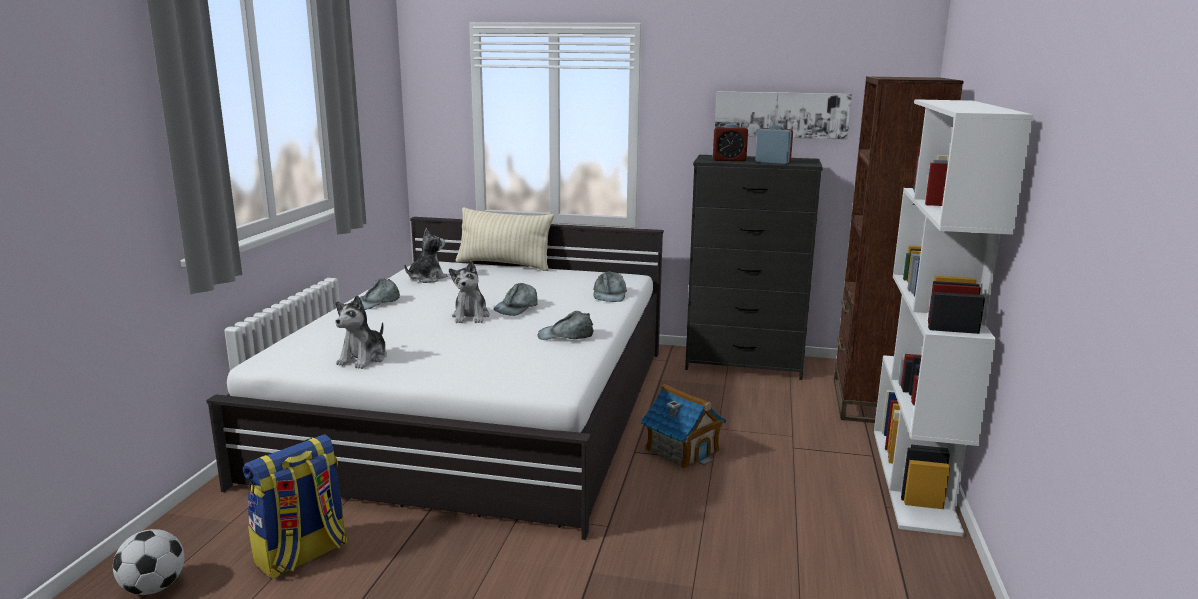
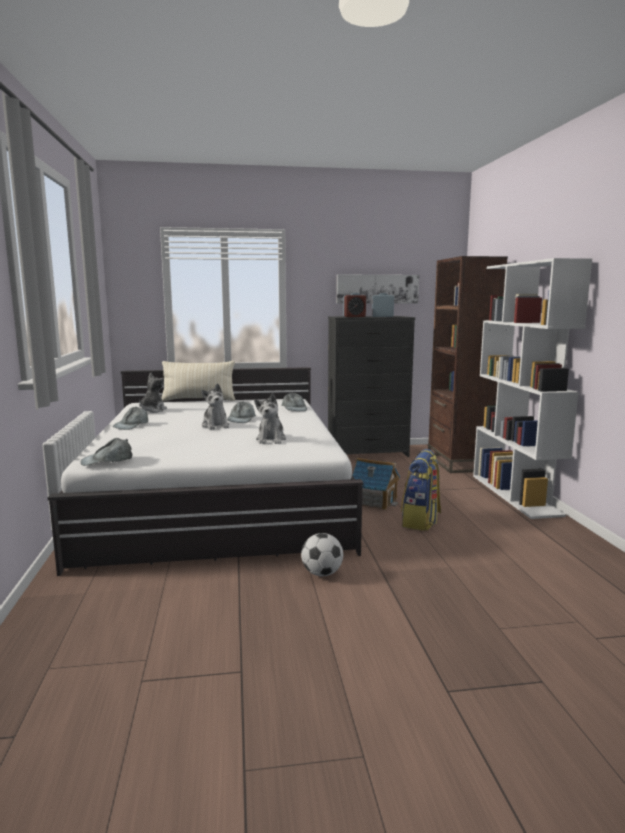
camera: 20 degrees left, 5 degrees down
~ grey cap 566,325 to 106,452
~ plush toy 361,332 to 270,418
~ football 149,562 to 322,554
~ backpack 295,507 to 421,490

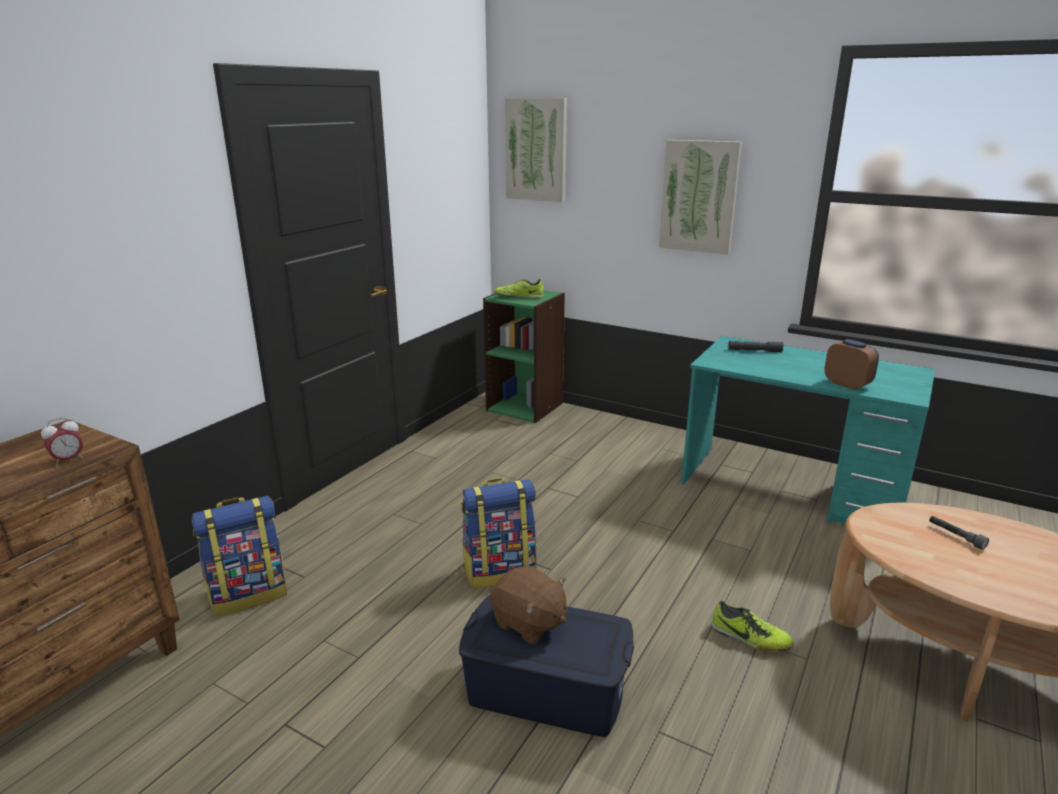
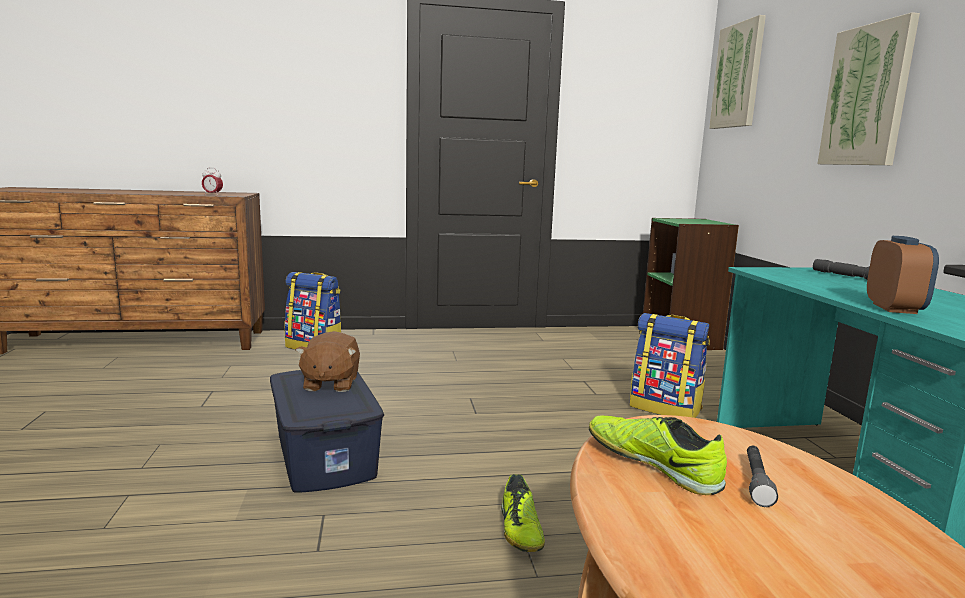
camera: 50 degrees right, 10 degrees down
~ shoe 519,289 to 658,455
~ backpack 499,533 to 670,365

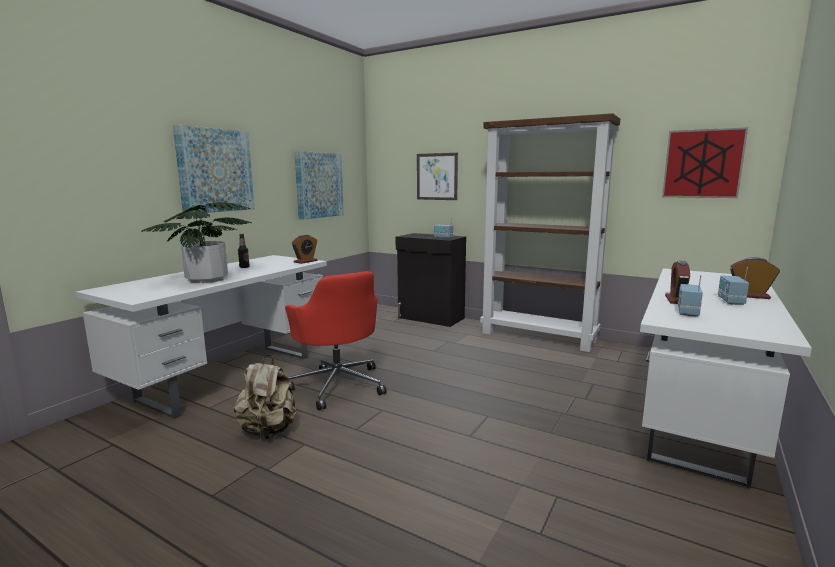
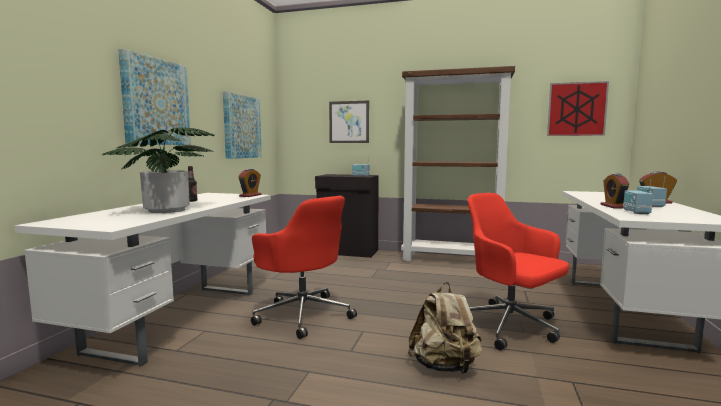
camera: 15 degrees left, 5 degrees down
~ beige backpack 265,397 to 445,328
+ red office chair 518,271

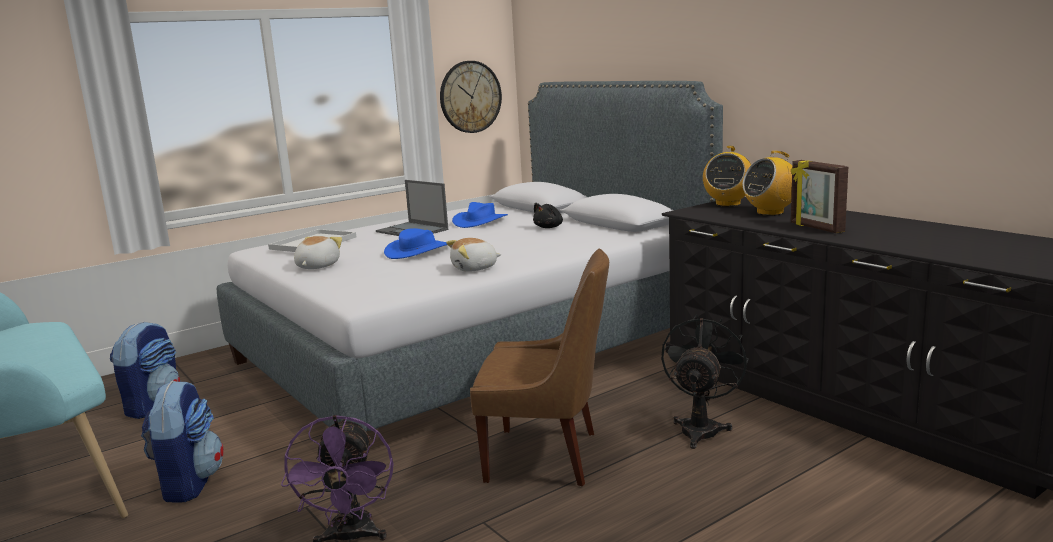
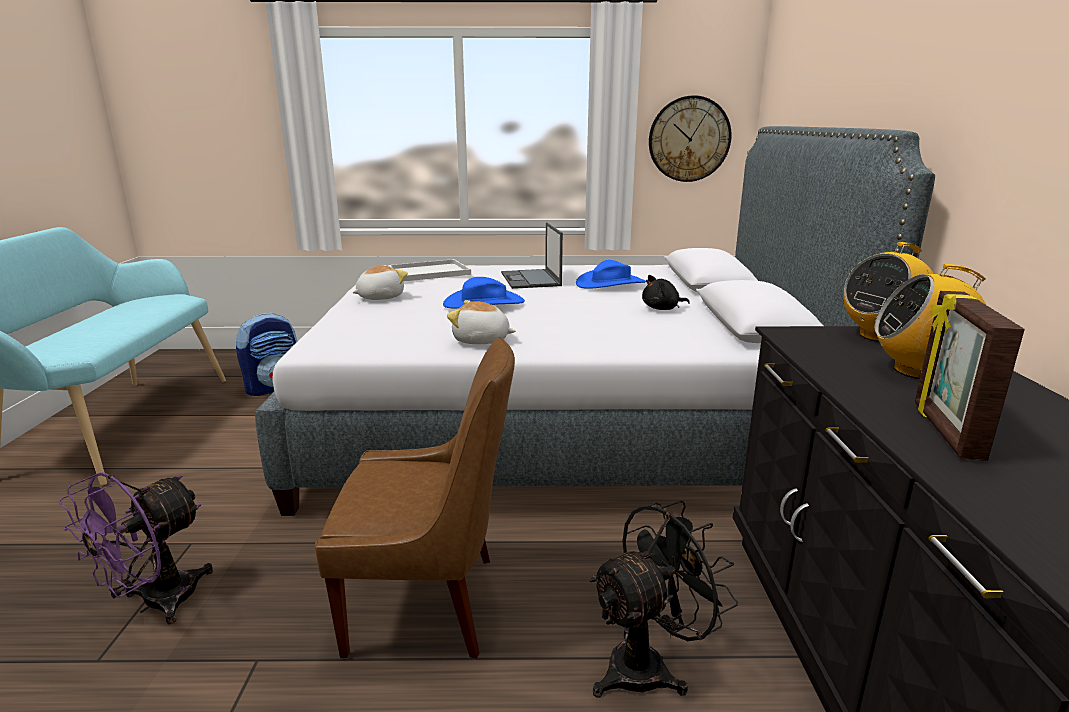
camera: 35 degrees right, 5 degrees up
~ brown chair 539,367 = 415,498 45 degrees counterclockwise
- backpack 182,441

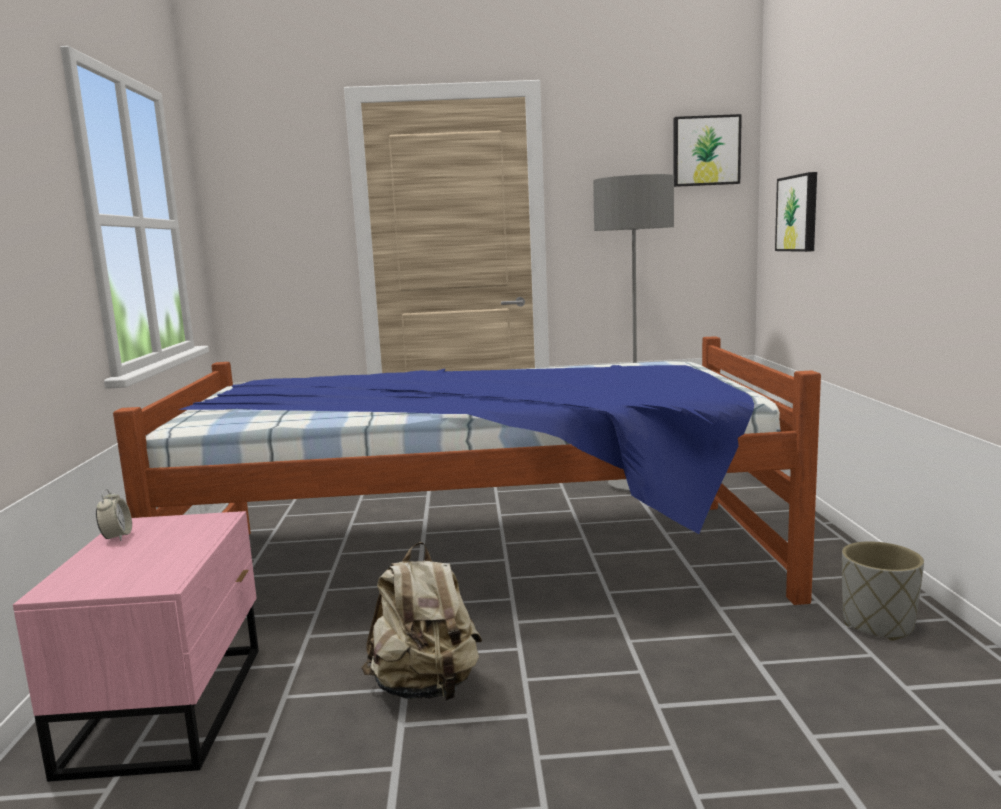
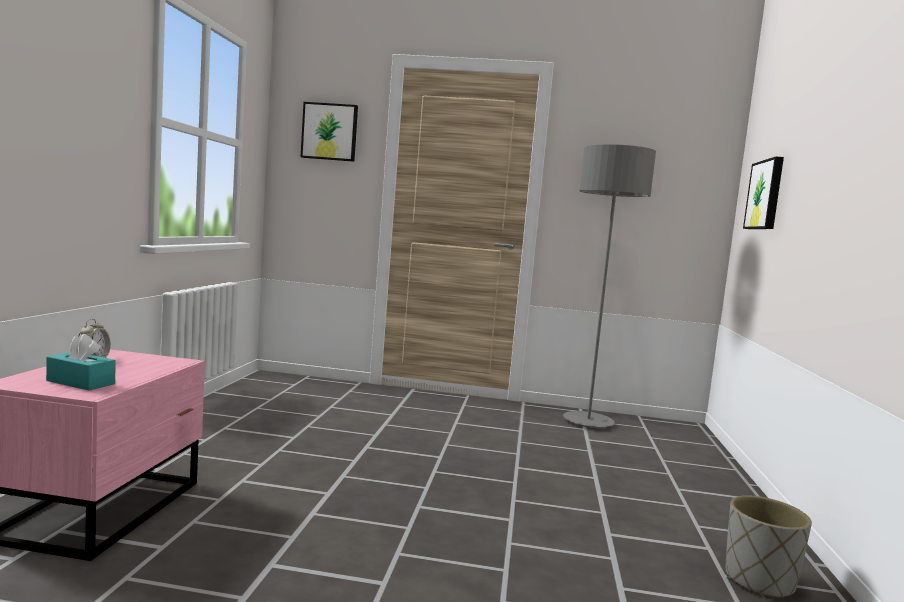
camera: 10 degrees right, 5 degrees down
+ turquoise tissue box 81,362
~ picture 707,150 to 329,132
- bed 467,470
- beige backpack 421,621

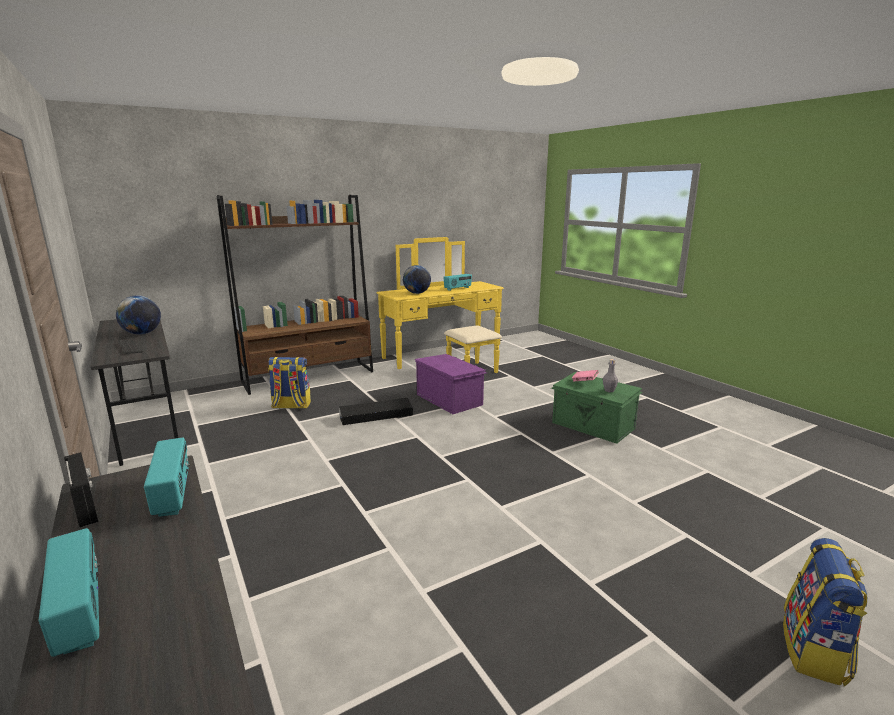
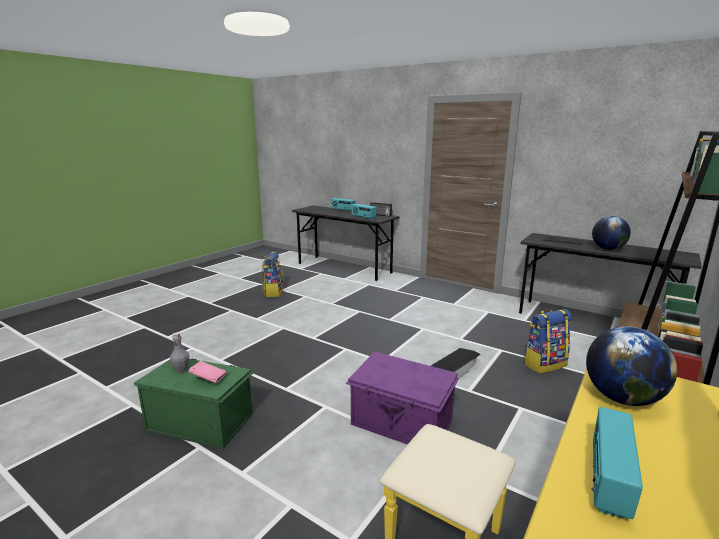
camera: 155 degrees right, 0 degrees up
~ backpack 825,612 to 273,274

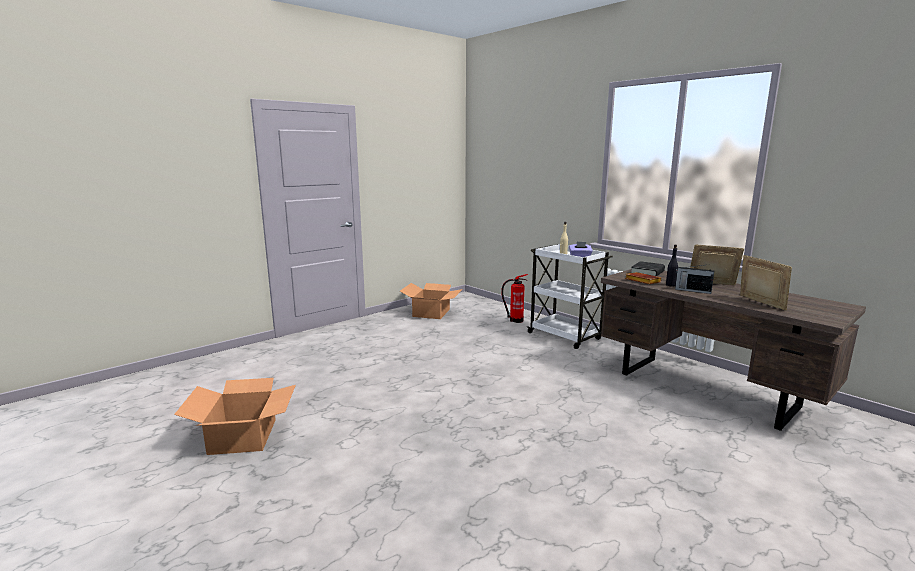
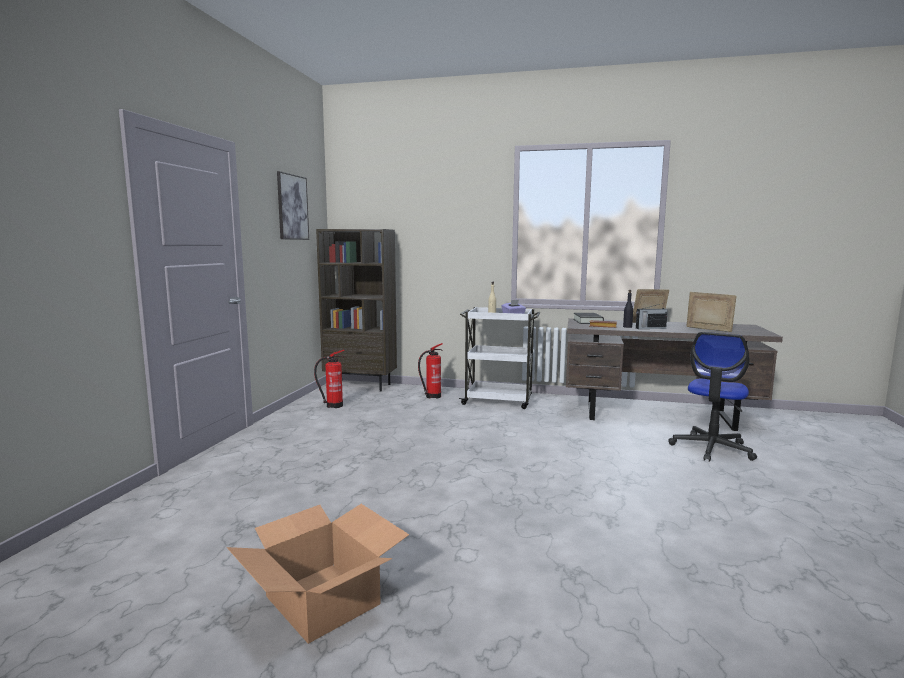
camera: 35 degrees left, 5 degrees down
+ picture 293,205
~ cardboard box 431,301 to fire extinguisher 329,379
+ brown bookcase 356,310
+ office chair 712,397

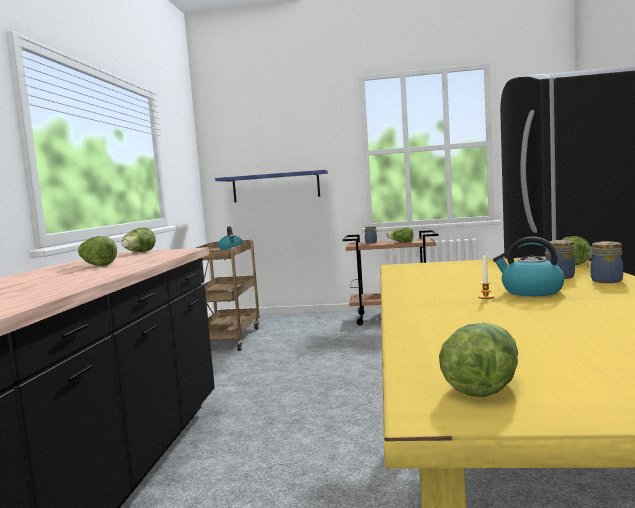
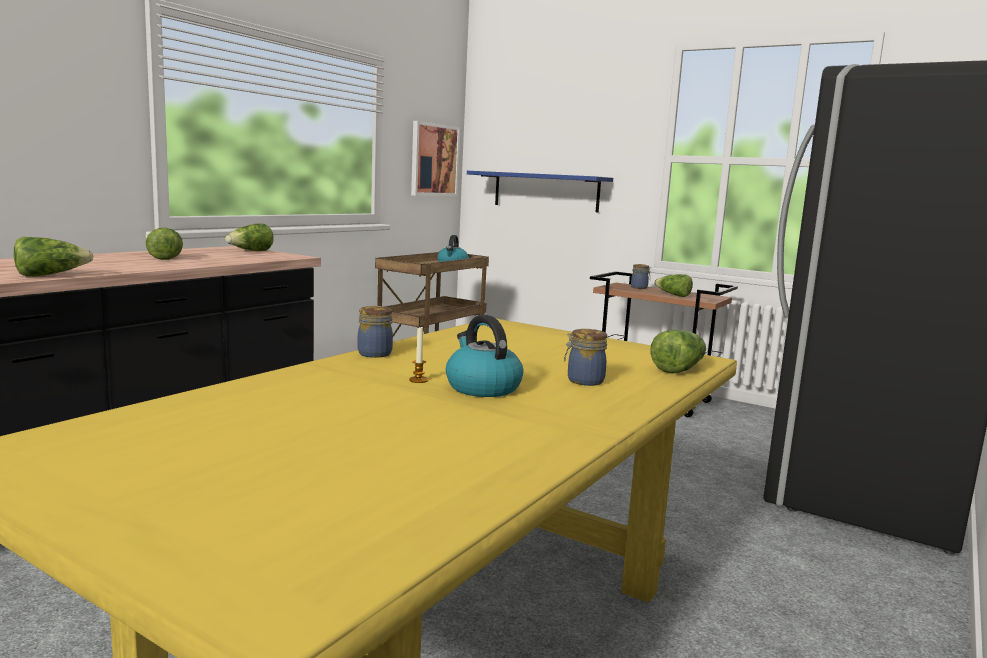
camera: 25 degrees right, 5 degrees up
~ lettuce 478,360 to 53,257
~ jar 605,262 to 375,332
+ picture 435,158

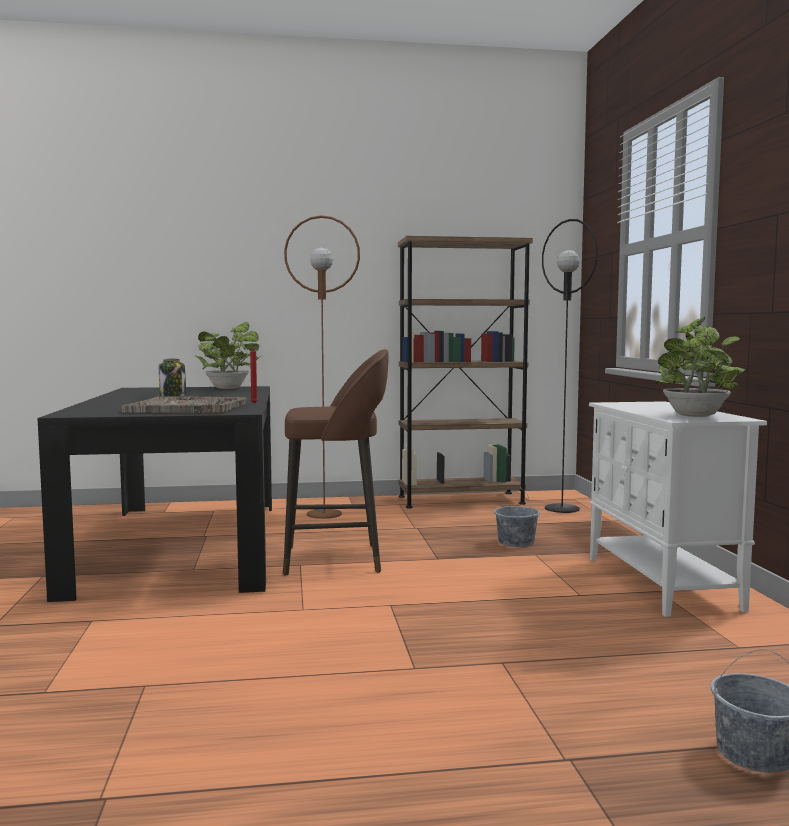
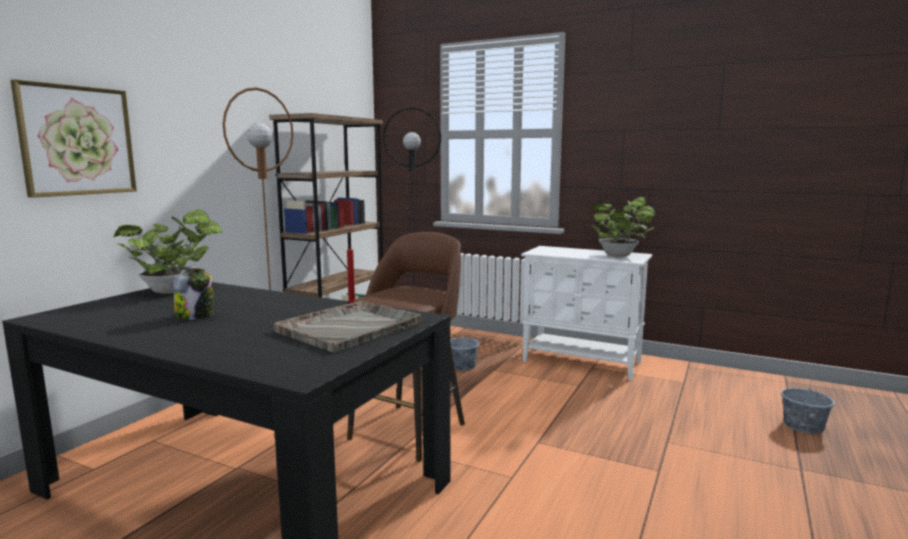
camera: 55 degrees left, 5 degrees up
+ picture 73,138

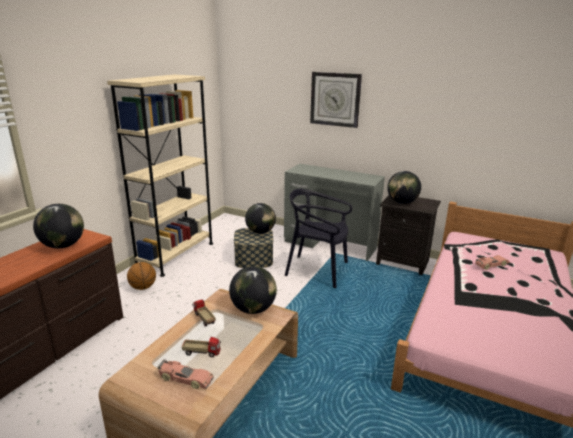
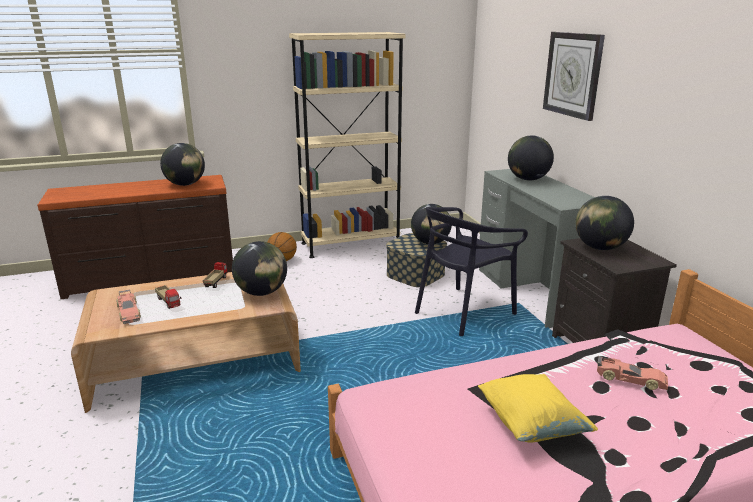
camera: 45 degrees right, 0 degrees up
~ black chair 318,238 = 471,271 105 degrees counterclockwise
+ yellow pillow 538,408
+ globe 531,158

